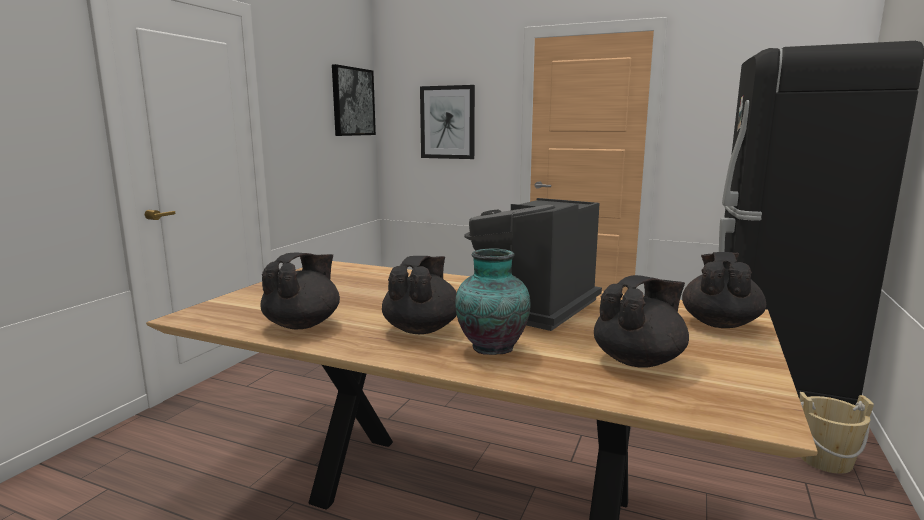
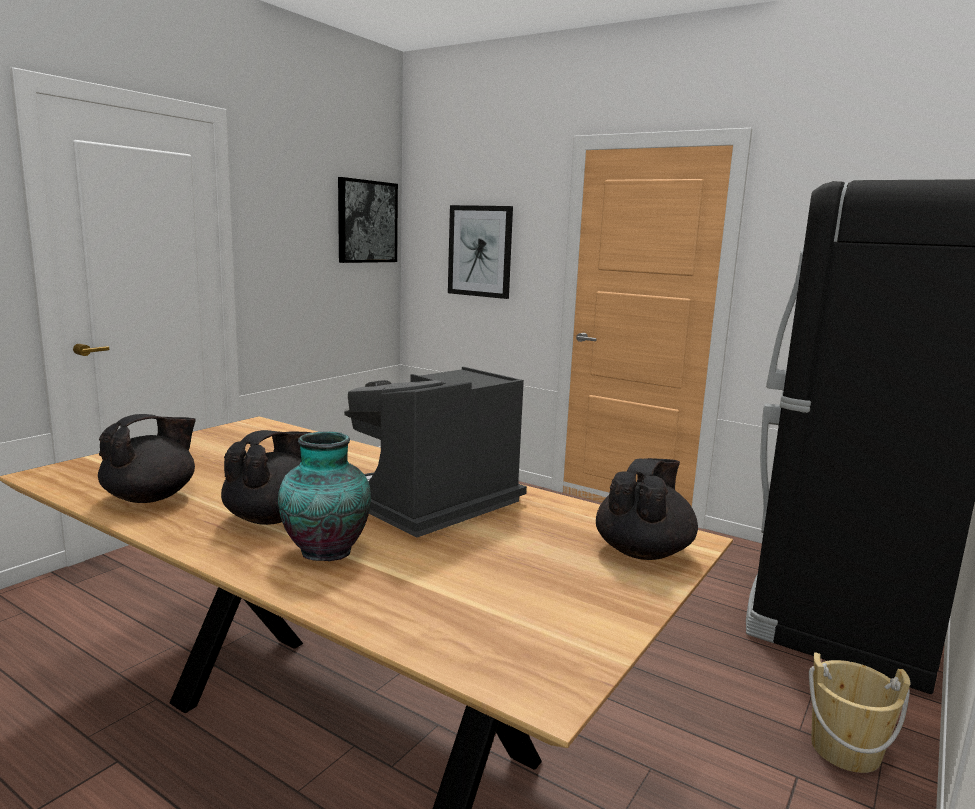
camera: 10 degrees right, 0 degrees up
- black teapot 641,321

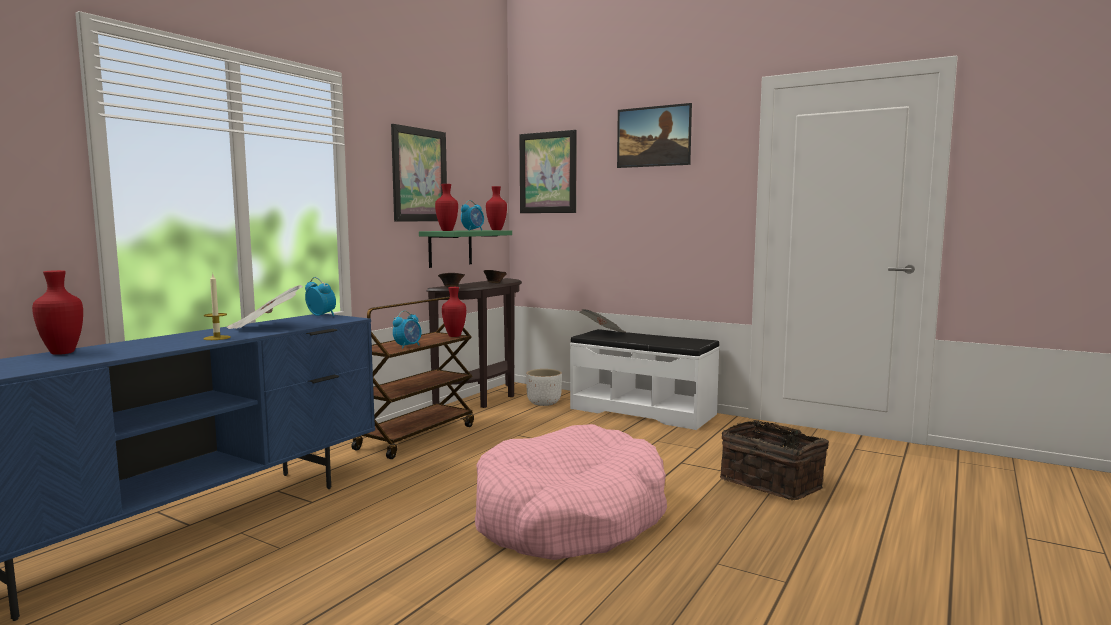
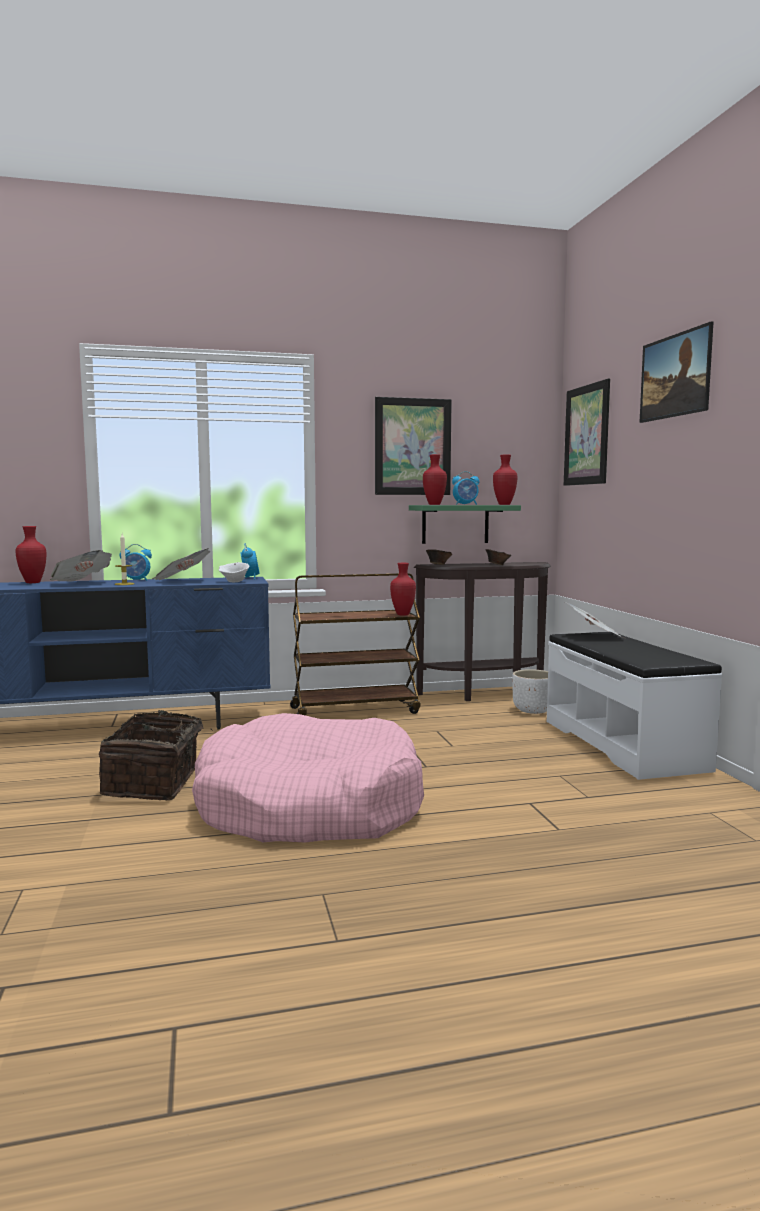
camera: 45 degrees right, 0 degrees up
+ newspaper 81,566
~ basket 774,460 to 158,755
~ alarm clock 407,330 to 136,562
+ white bowl 234,572

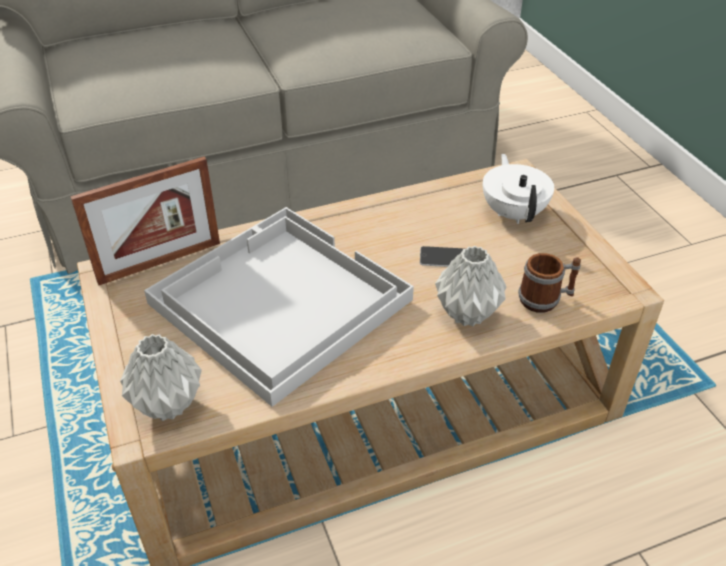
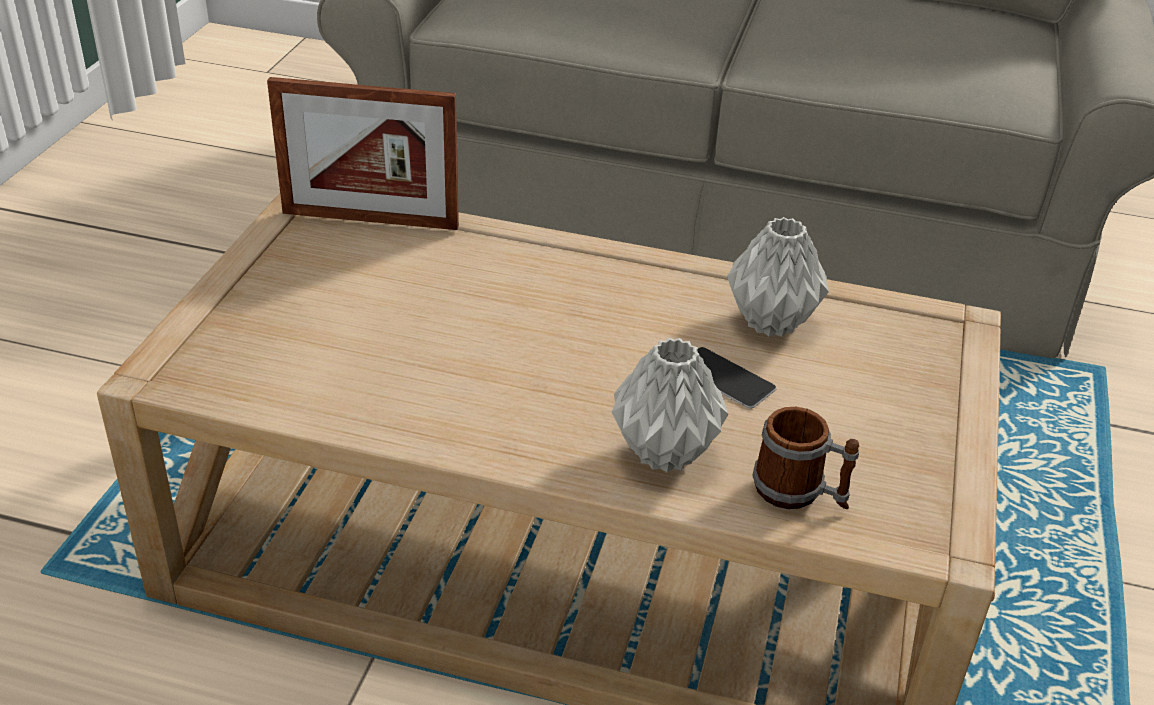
camera: 35 degrees right, 5 degrees down
~ grey vase 161,377 to 778,277
- white tray 279,307
- white teapot 518,189

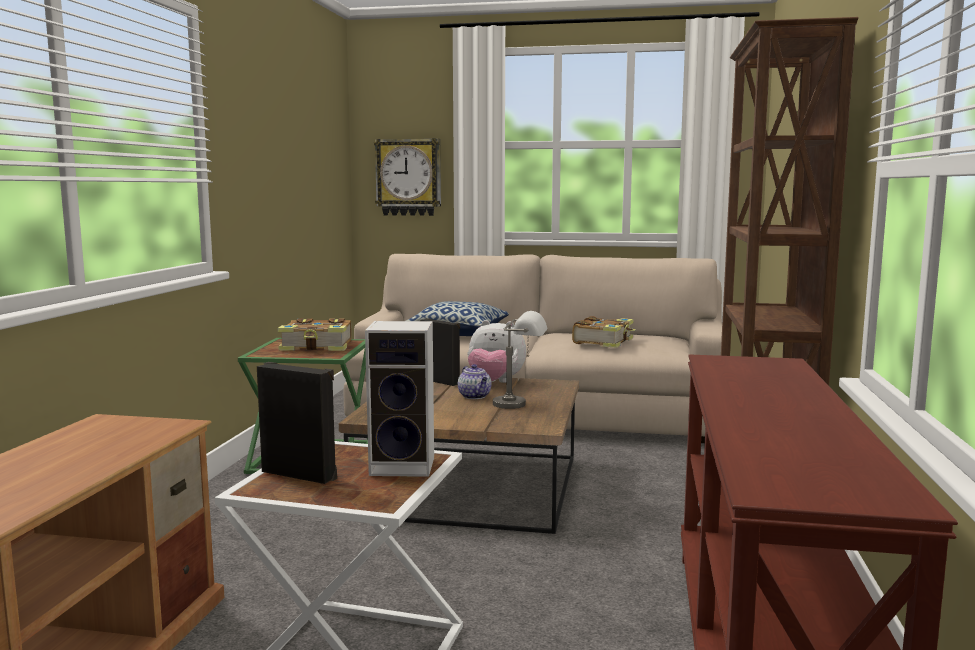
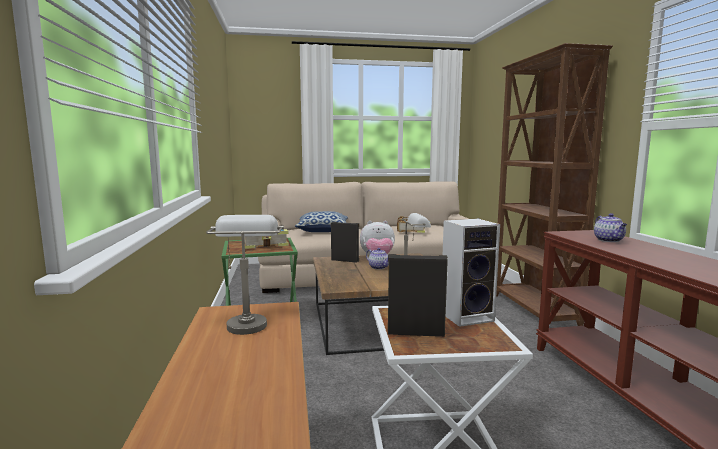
camera: 20 degrees left, 0 degrees up
+ grey table lamp 245,275
+ teapot 610,227
- wall clock 407,177

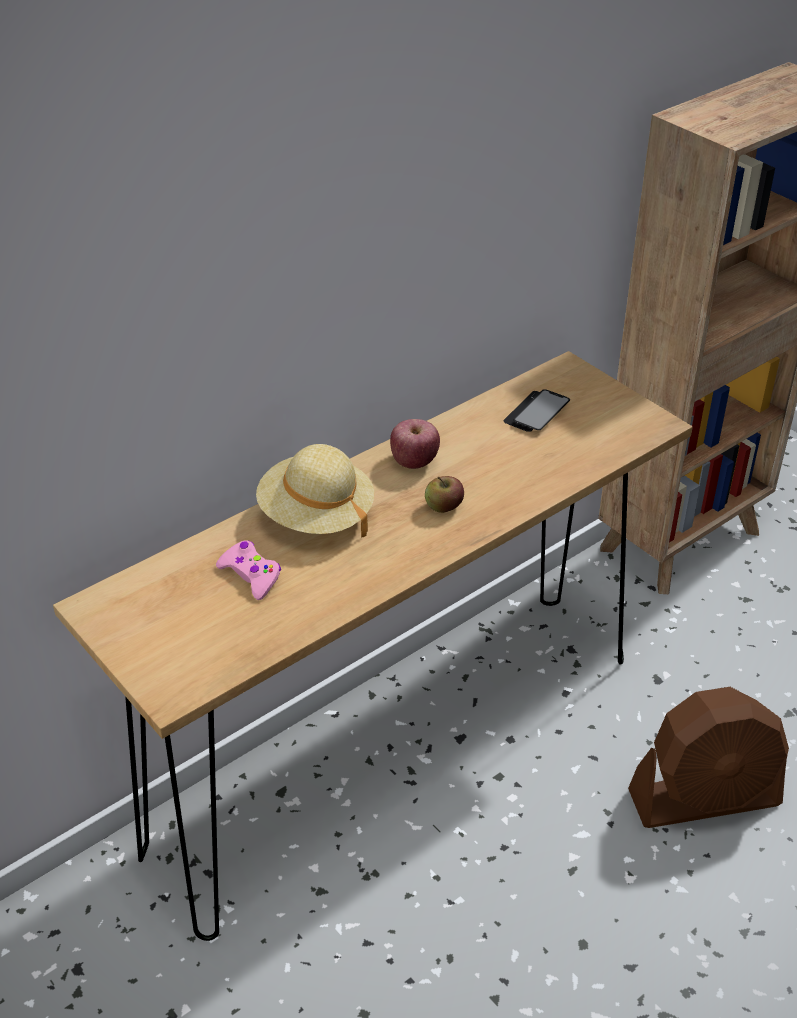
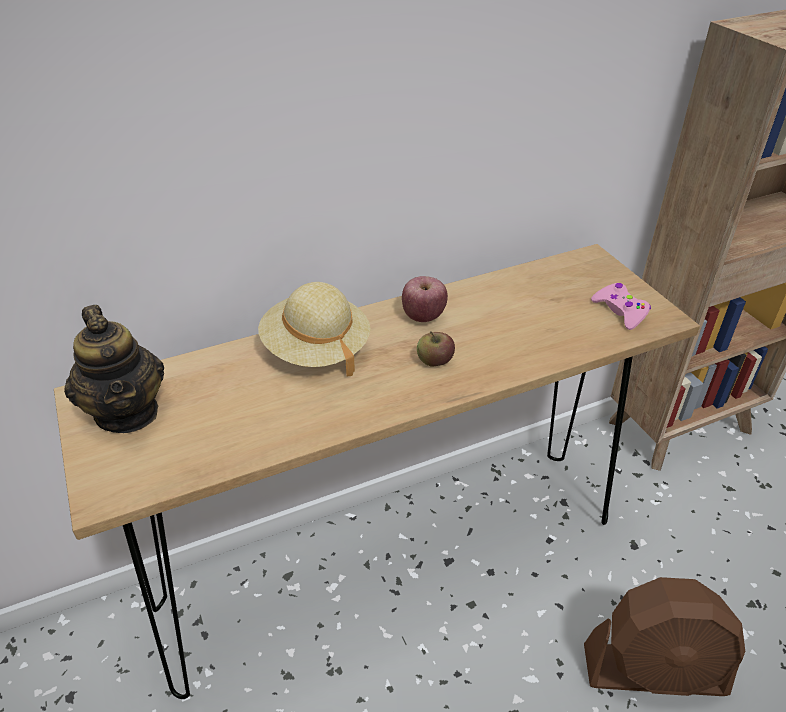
camera: 15 degrees right, 0 degrees up
+ teapot 114,369
~ pink game controller 248,570 to 621,306
- phone 536,410

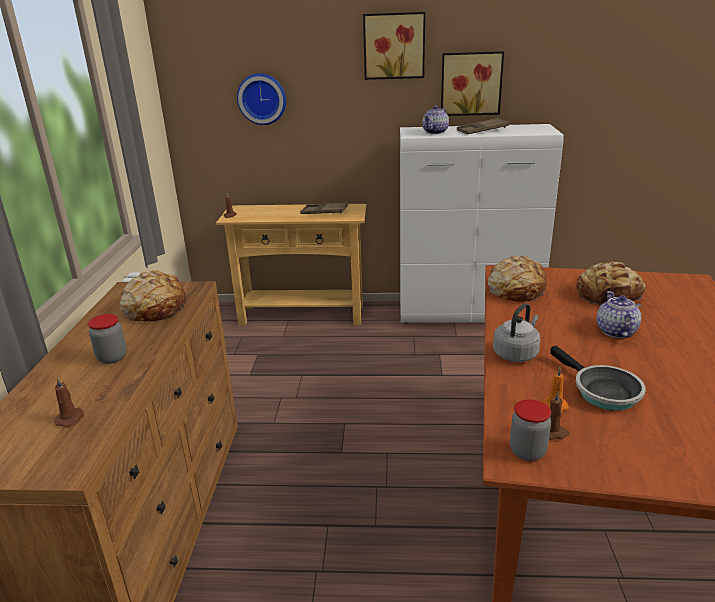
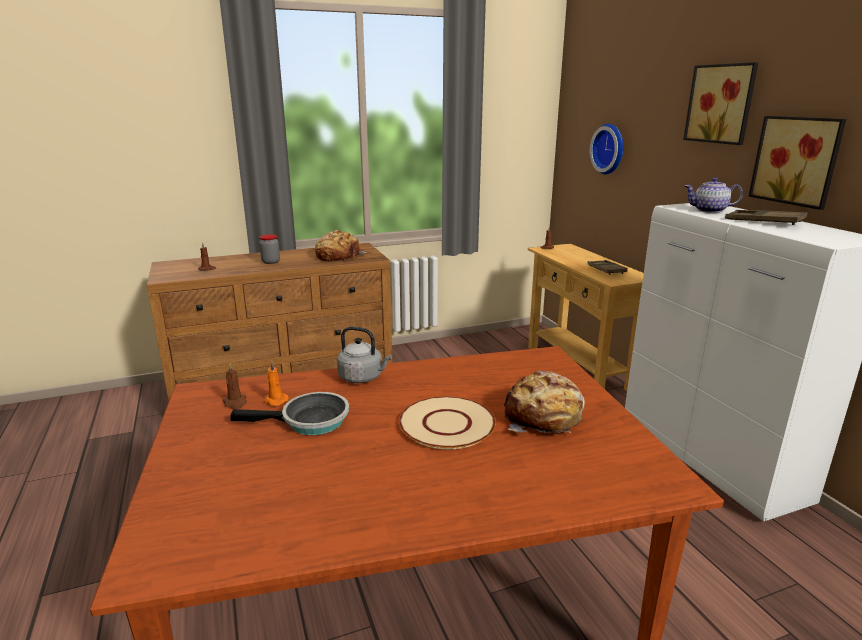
camera: 65 degrees right, 5 degrees down
~ frying pan 598,378 = 290,413 135 degrees counterclockwise
~ teapot 619,314 to beige plate 447,422
- bread 517,279
- jar 530,430

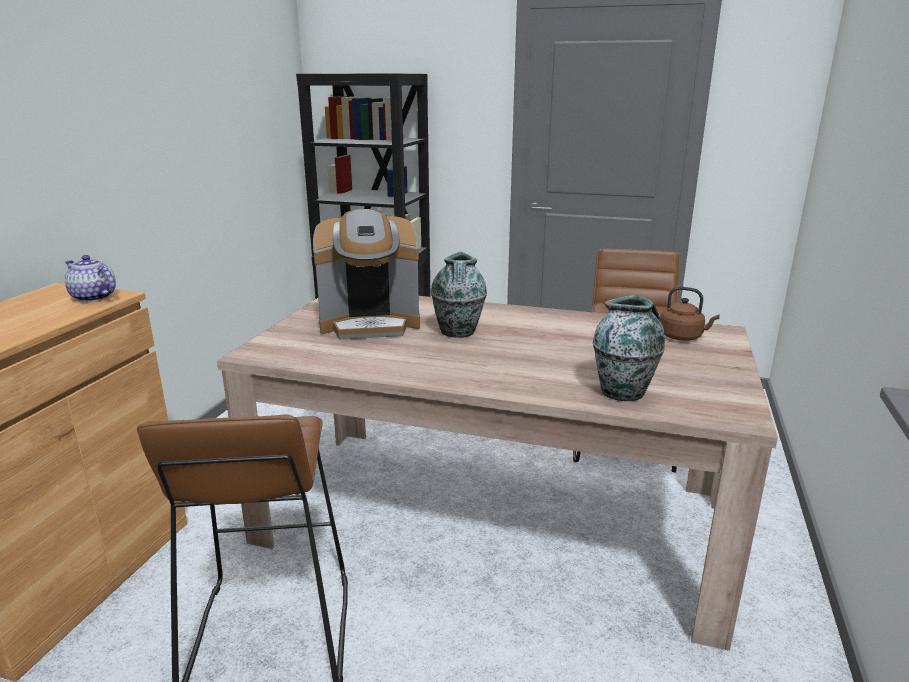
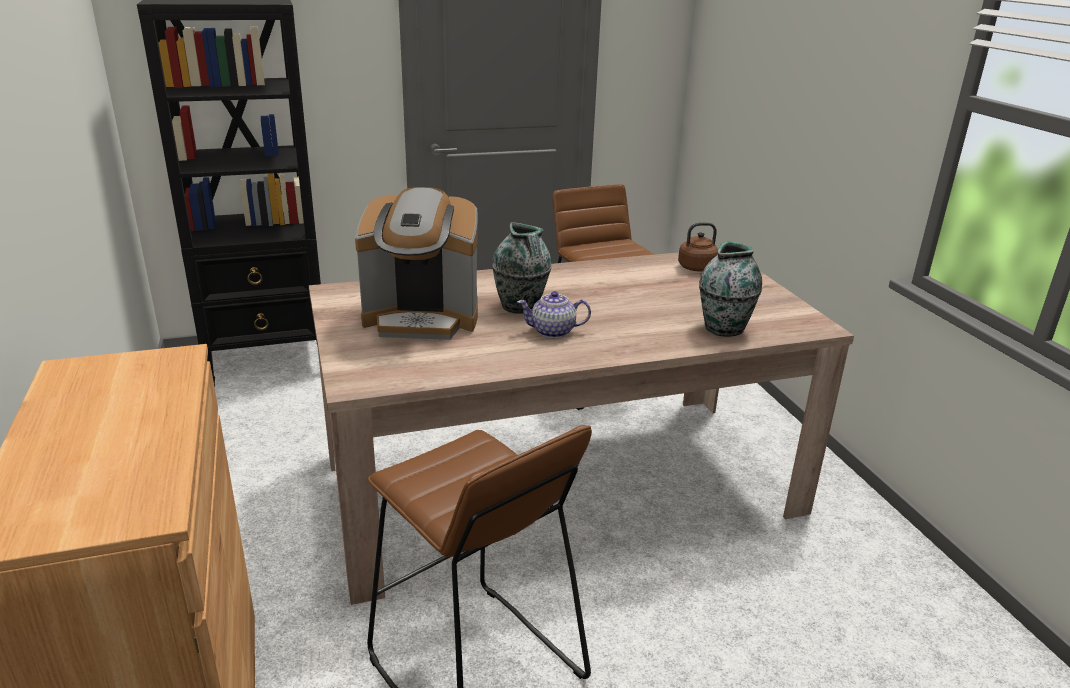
camera: 35 degrees left, 5 degrees up
~ coffee machine 366,274 = 416,263 45 degrees clockwise
~ teapot 90,278 to 554,314

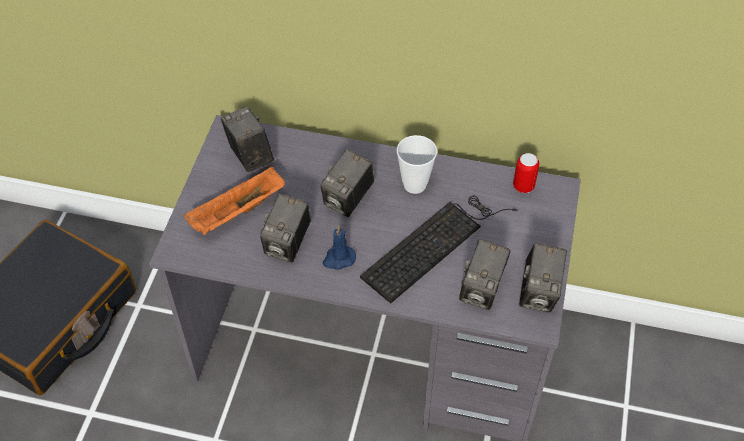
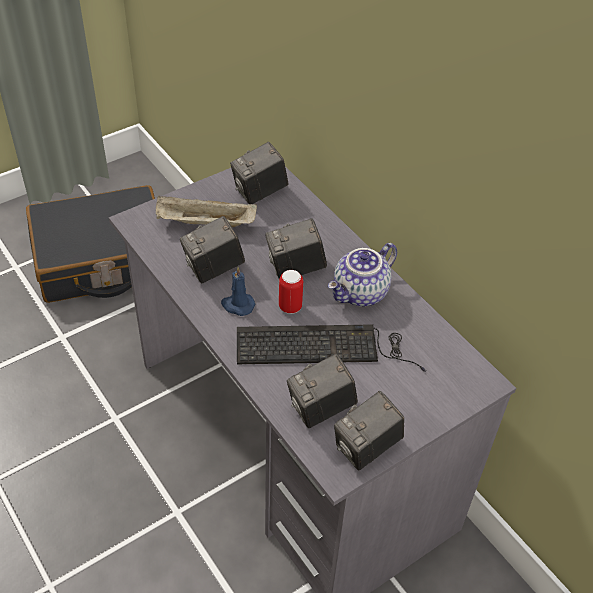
camera: 40 degrees right, 5 degrees down
~ orange tray 234,201 to beige tray 206,212
~ photo camera 247,139 = 259,173 135 degrees counterclockwise
~ can 526,173 to 291,292
~ cup 417,164 to teapot 362,274

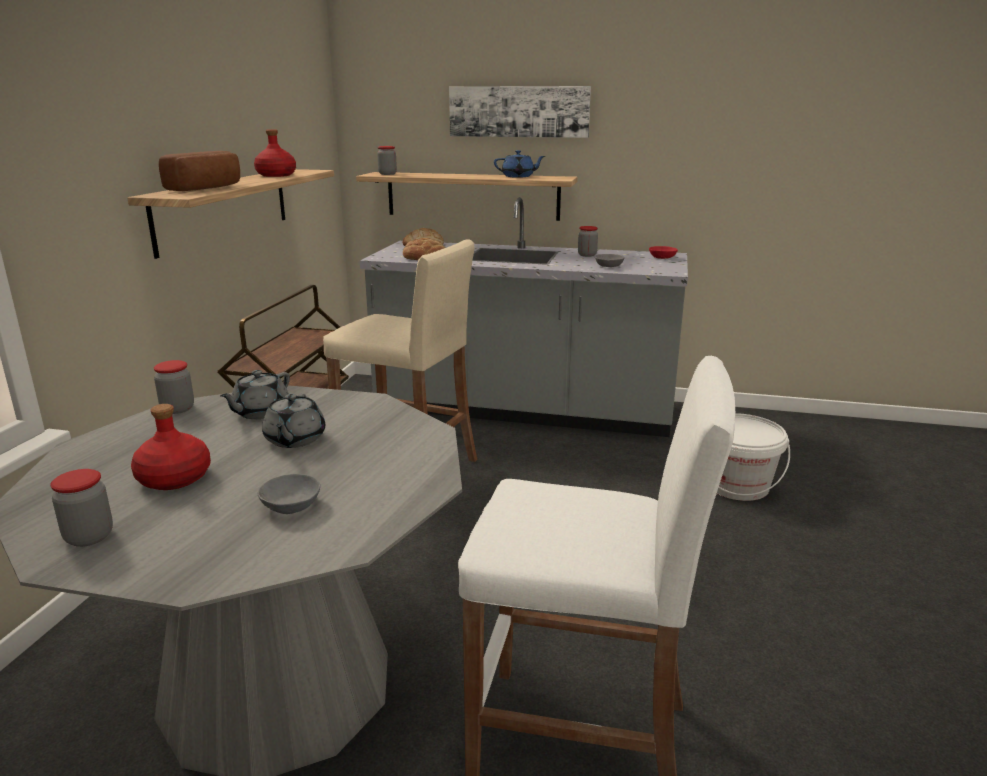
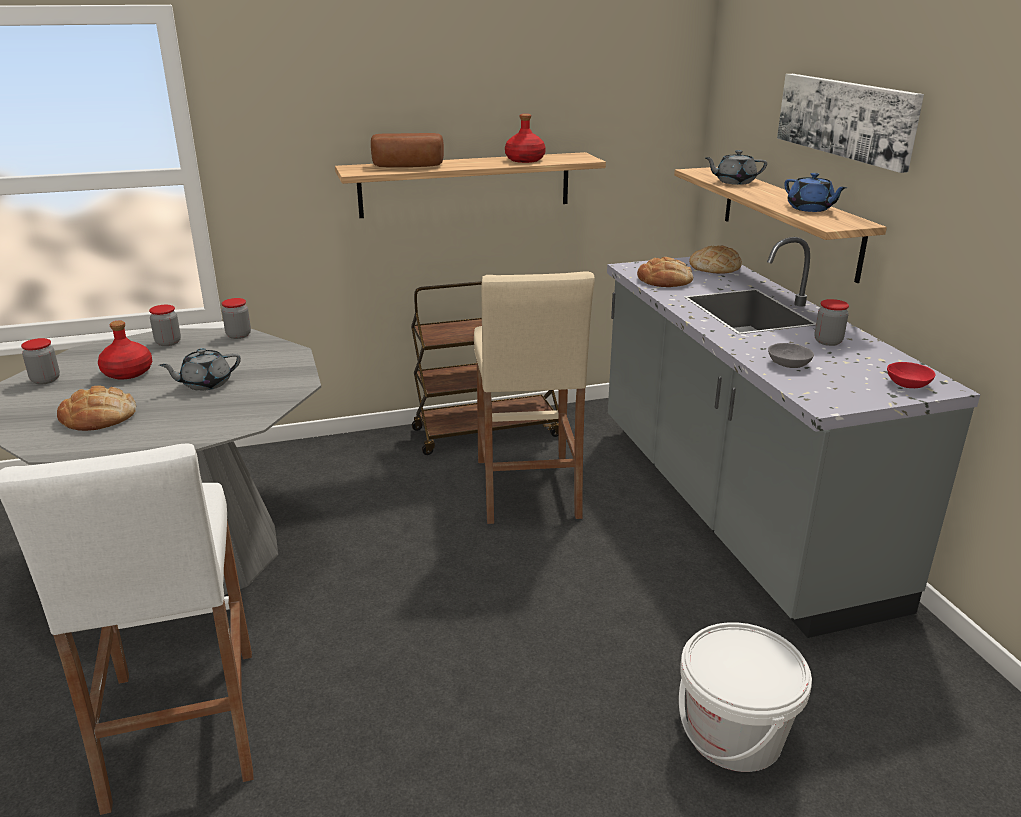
camera: 60 degrees right, 5 degrees up
~ grey bowl 289,494 to bread 96,408
~ jar 387,160 to 165,325
~ grey teapot 255,394 to 736,167

